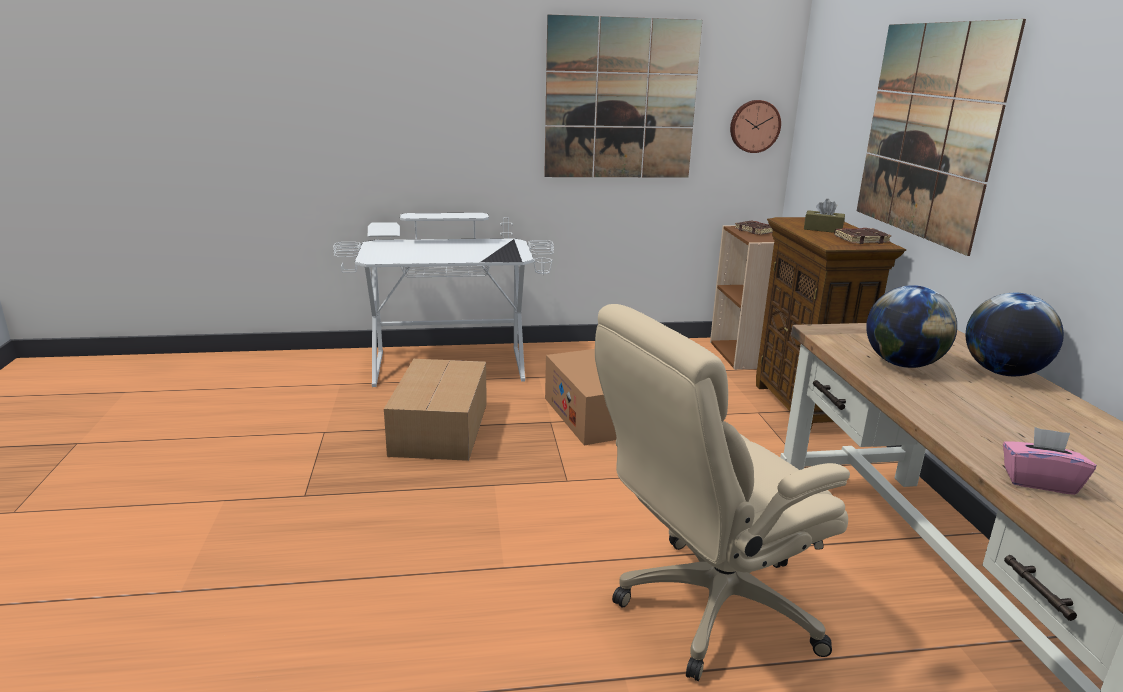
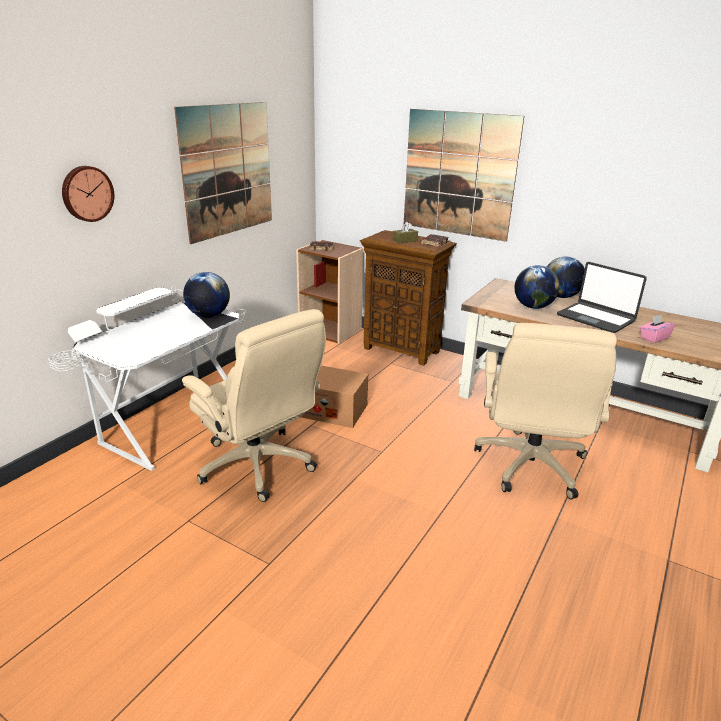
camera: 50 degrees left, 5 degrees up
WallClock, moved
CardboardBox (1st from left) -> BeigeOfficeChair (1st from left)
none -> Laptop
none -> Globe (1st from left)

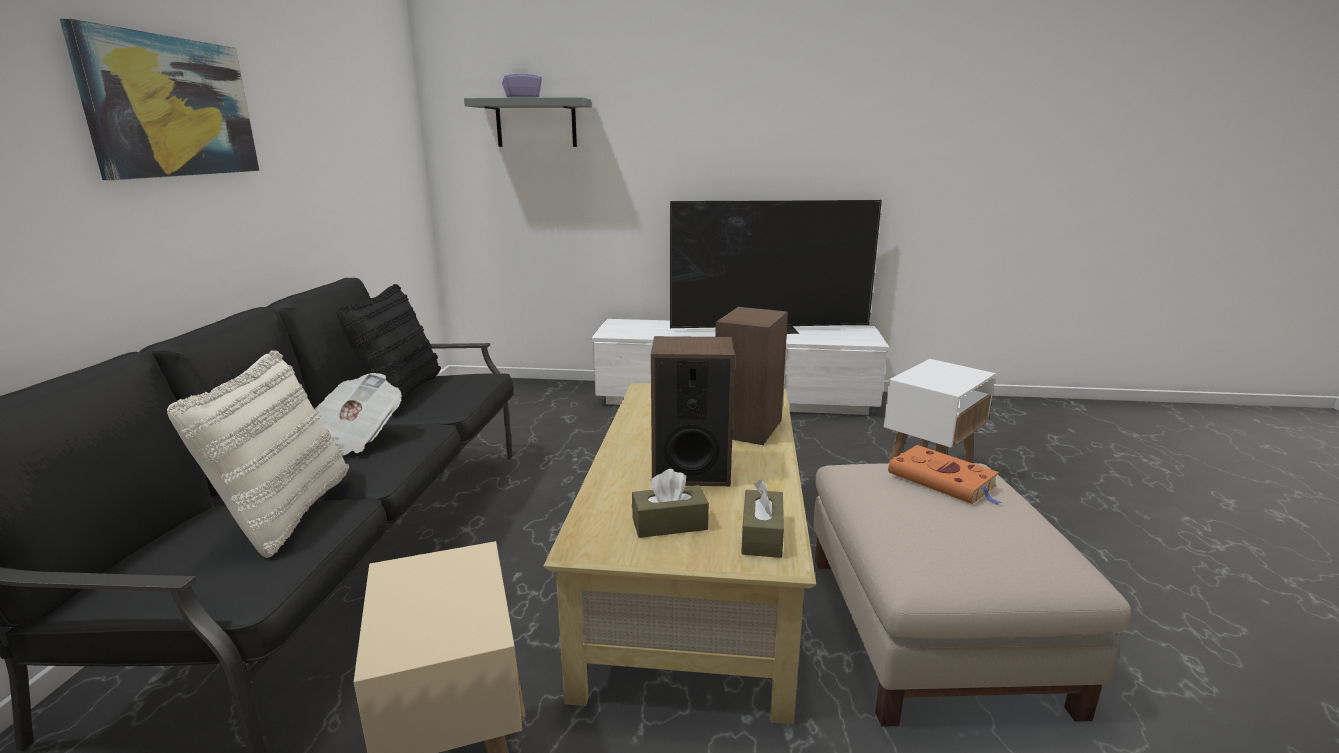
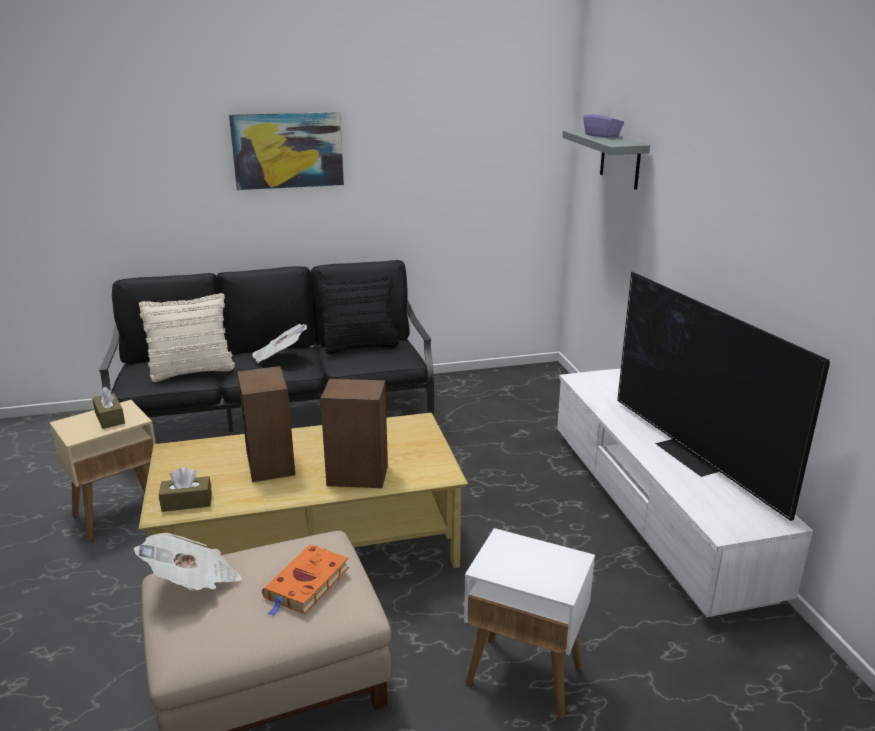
camera: 70 degrees right, 5 degrees up
BrownTissueBox (1st from left), moved
none -> Newspaper (1st from left)

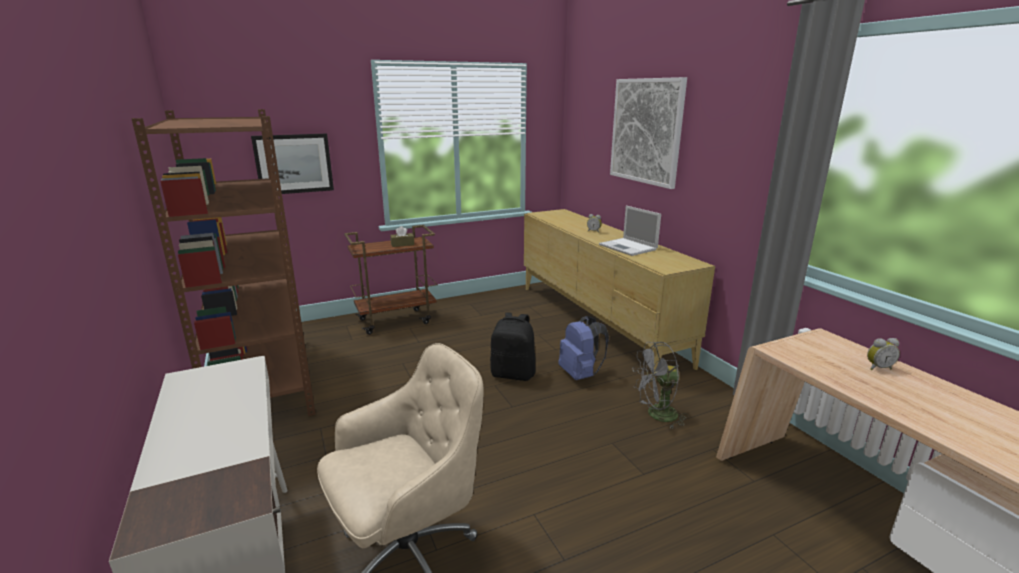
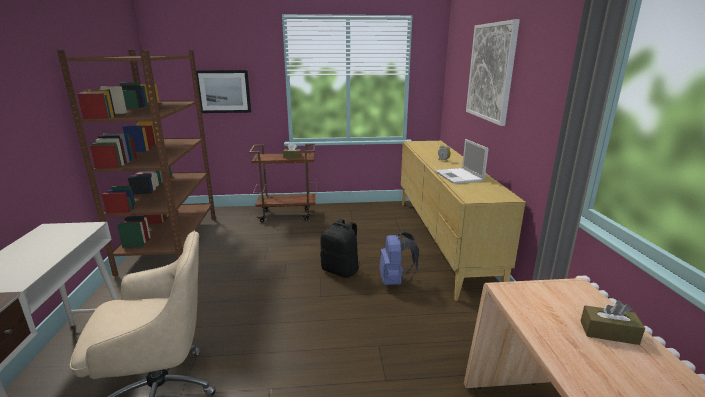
camera: 20 degrees right, 0 degrees up
AlarmClock (2nd from left) -> BrownTissueBox (2nd from left)
GreyFan -> none

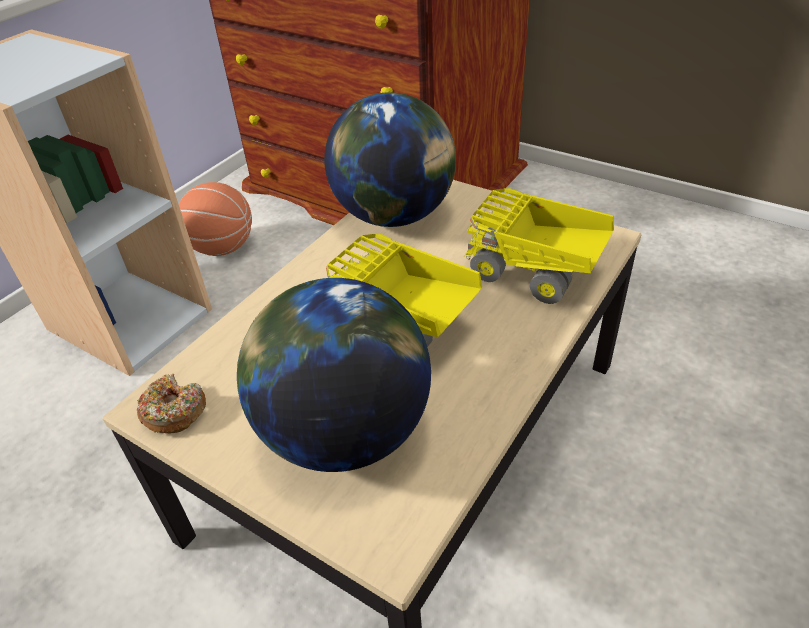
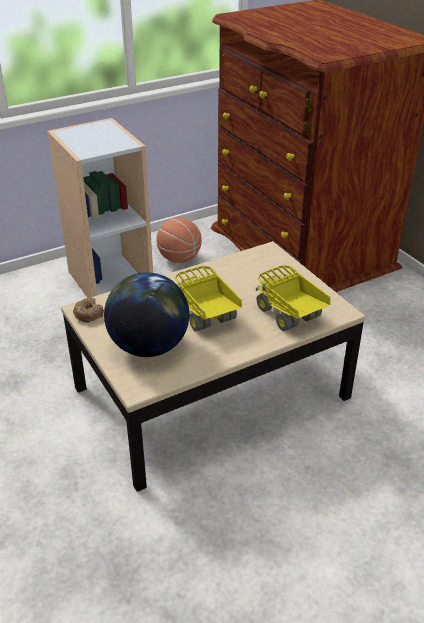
camera: 25 degrees right, 5 degrees down
Globe (2nd from left) -> none

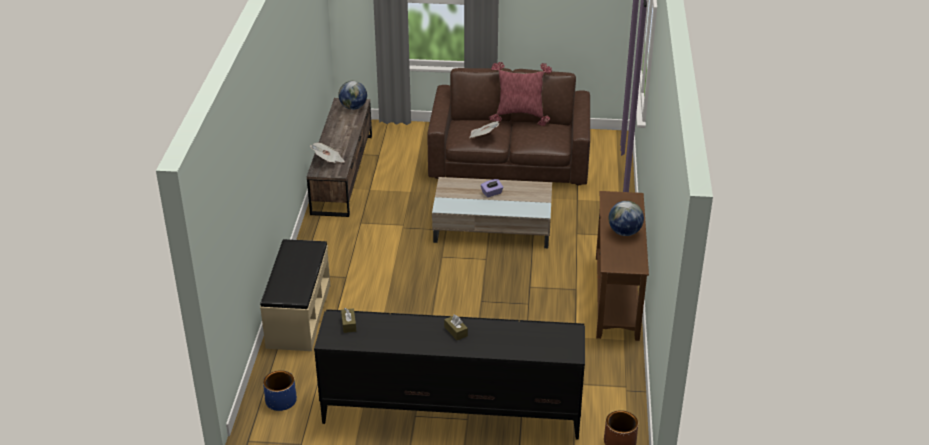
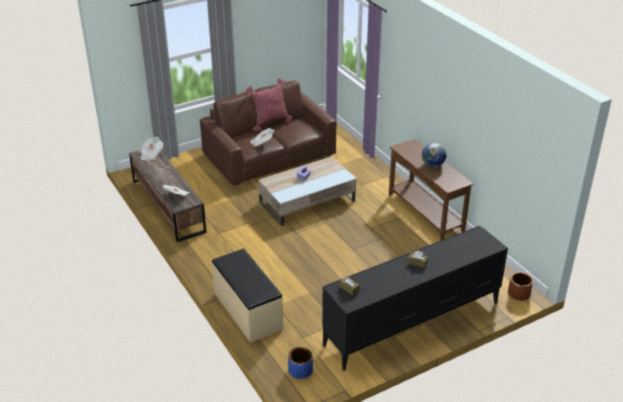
camera: 35 degrees left, 0 degrees up
Globe (1st from left) -> Newspaper (1st from left)

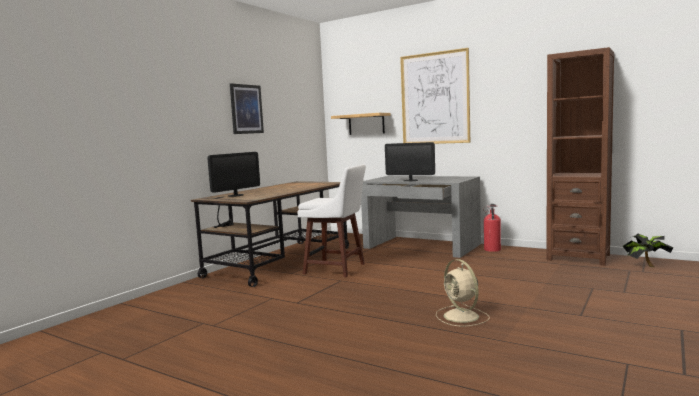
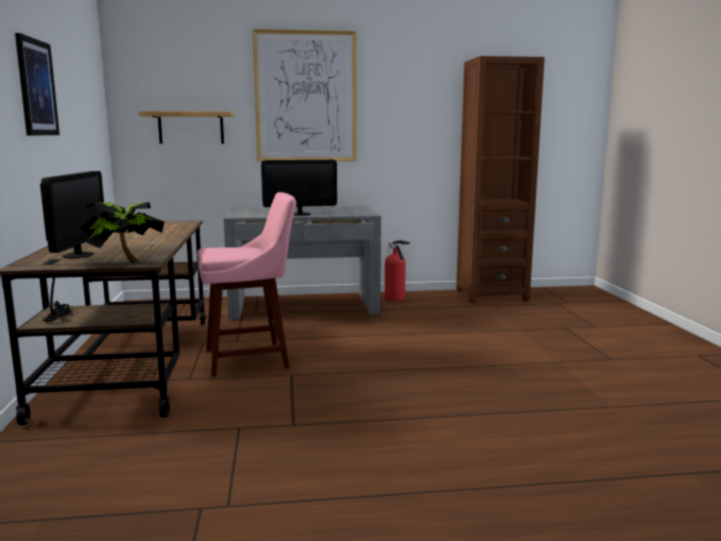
camera: 40 degrees left, 5 degrees up
WhiteStool -> PinkStool
PottedPlant, moved
BeigeFan -> none

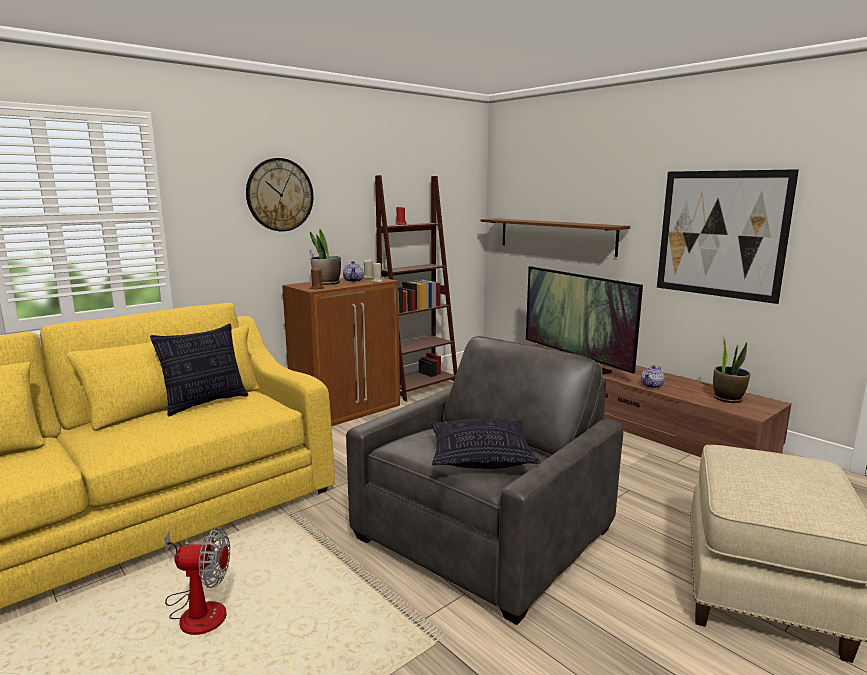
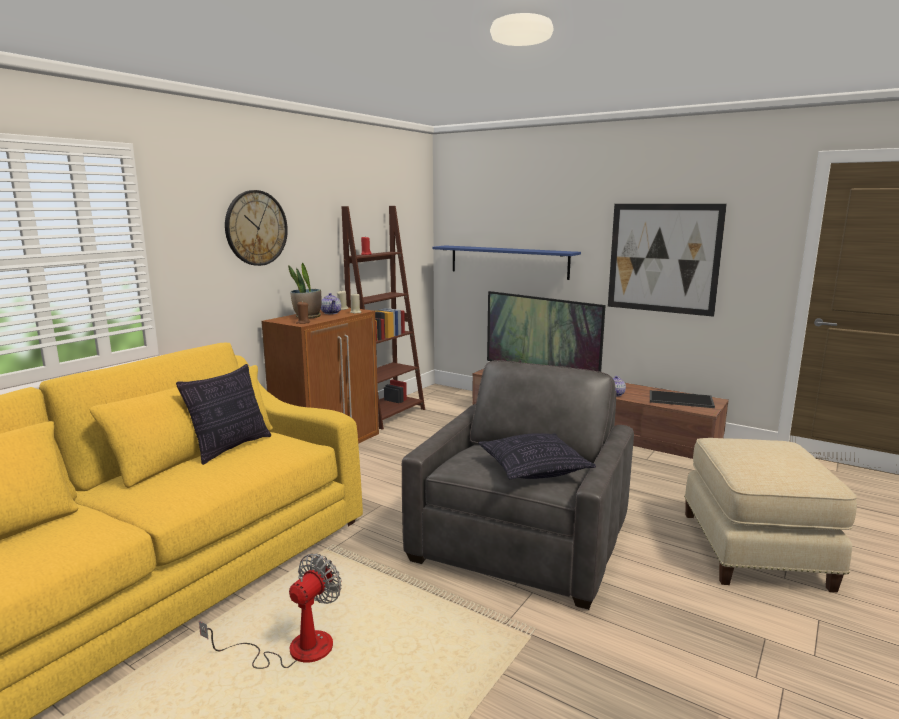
camera: 15 degrees left, 0 degrees up
BrownShelf -> BlueShelf
PottedPlant (2nd from left) -> Tray
Fan, 45 degrees counterclockwise

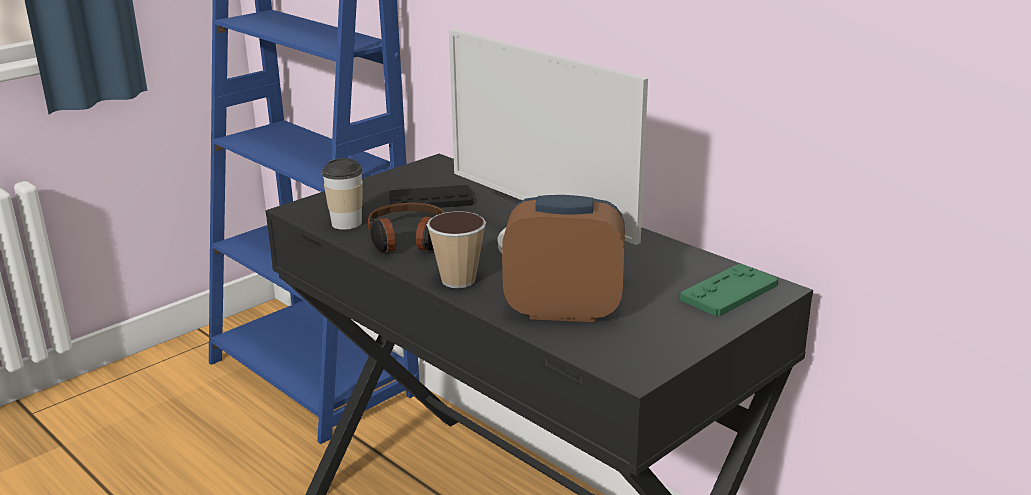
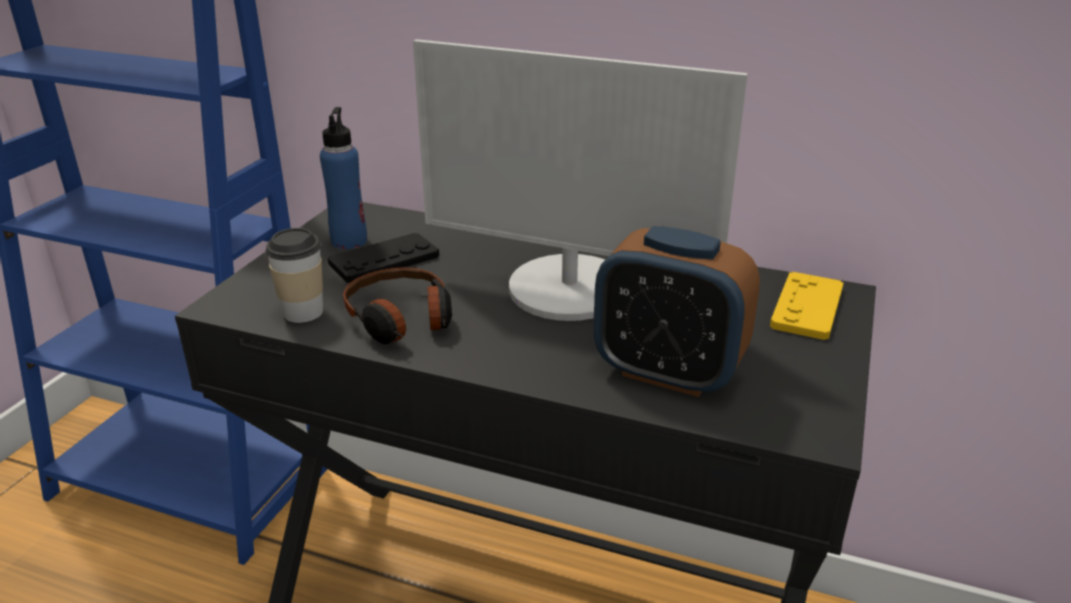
camera: 25 degrees left, 5 degrees up
AlarmClock, 135 degrees counterclockwise
Cup (2nd from left) -> none
GreenGameController -> YellowGameController
none -> BlueBottle

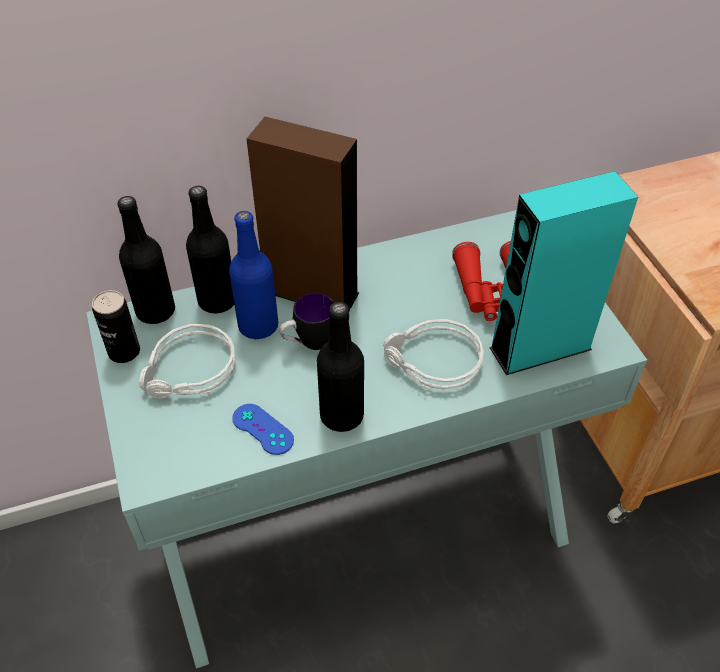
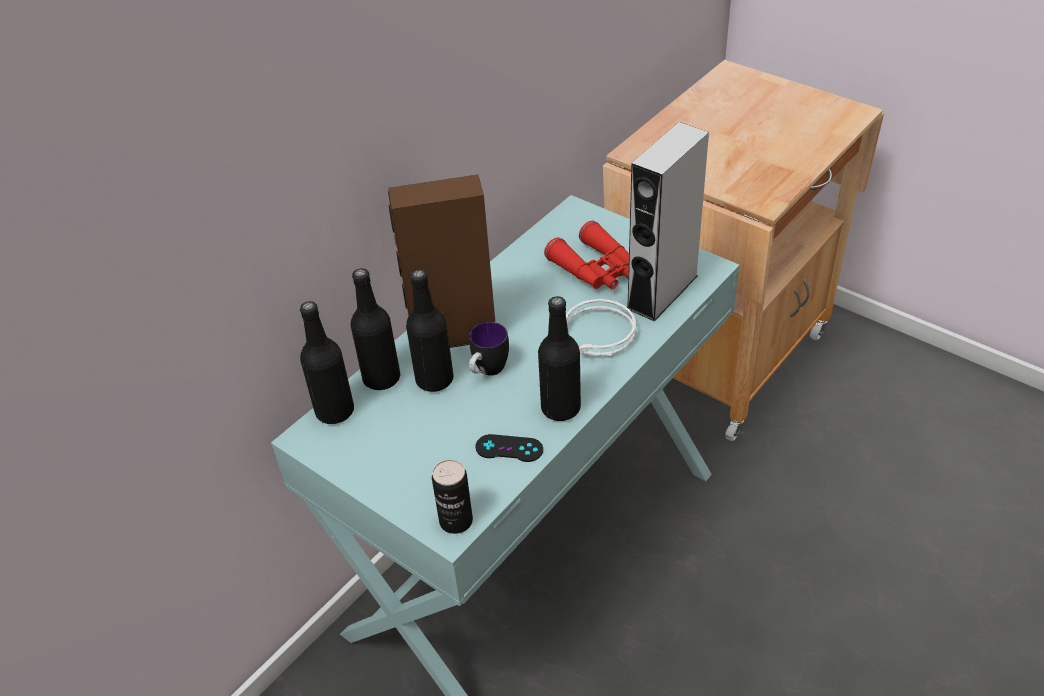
camera: 30 degrees left, 5 degrees down
TurquoiseSpeaker -> GreySpeaker
BlueBottle -> BlackBottle (3rd from left)
Can, moved
WhiteHeadphones (1st from left) -> none
BlueGameController -> BlackGameController

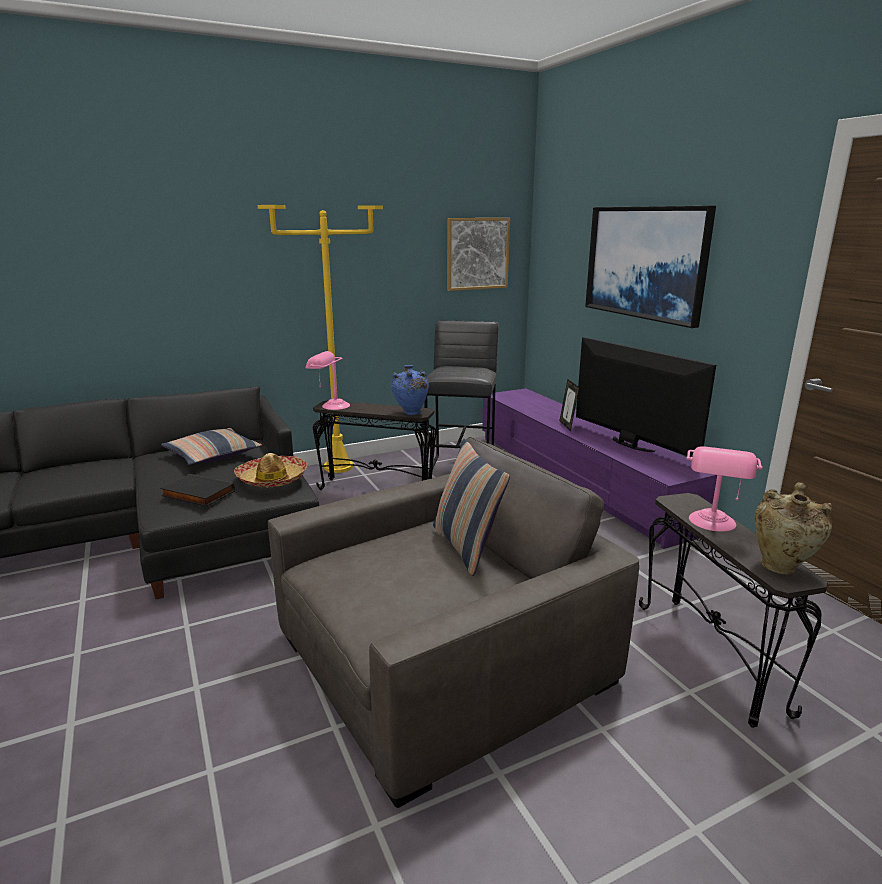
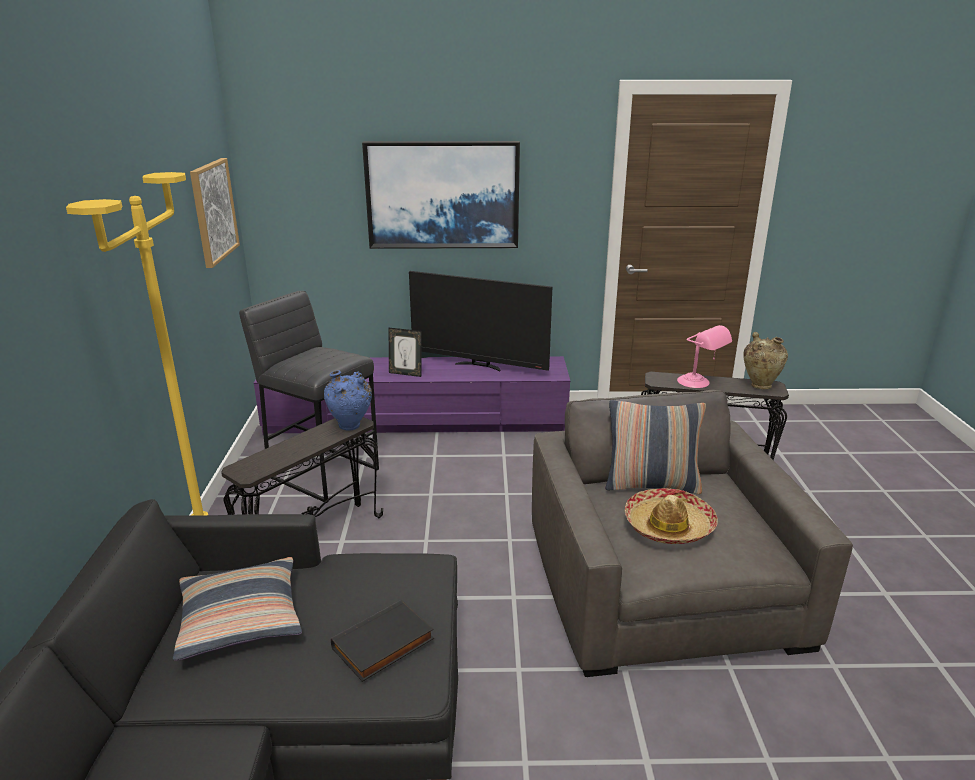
camera: 65 degrees left, 5 degrees up
Television, 150 degrees counterclockwise
PinkTableLamp (1st from left) -> none
Hat, moved

